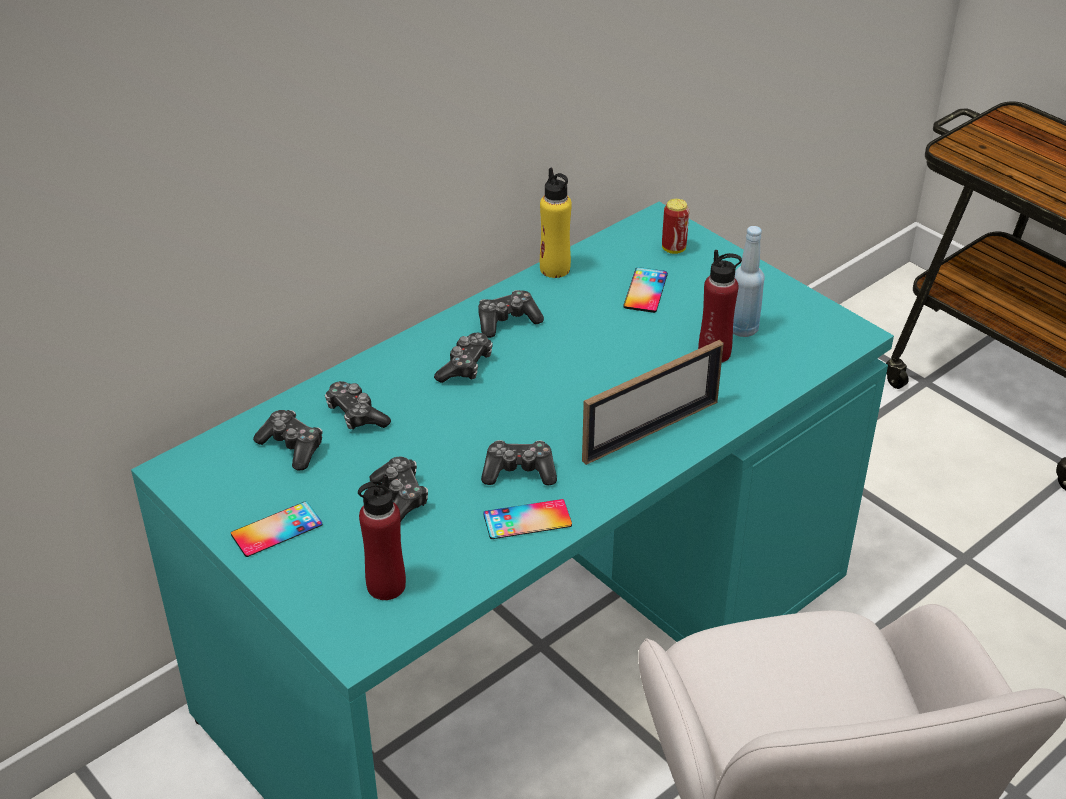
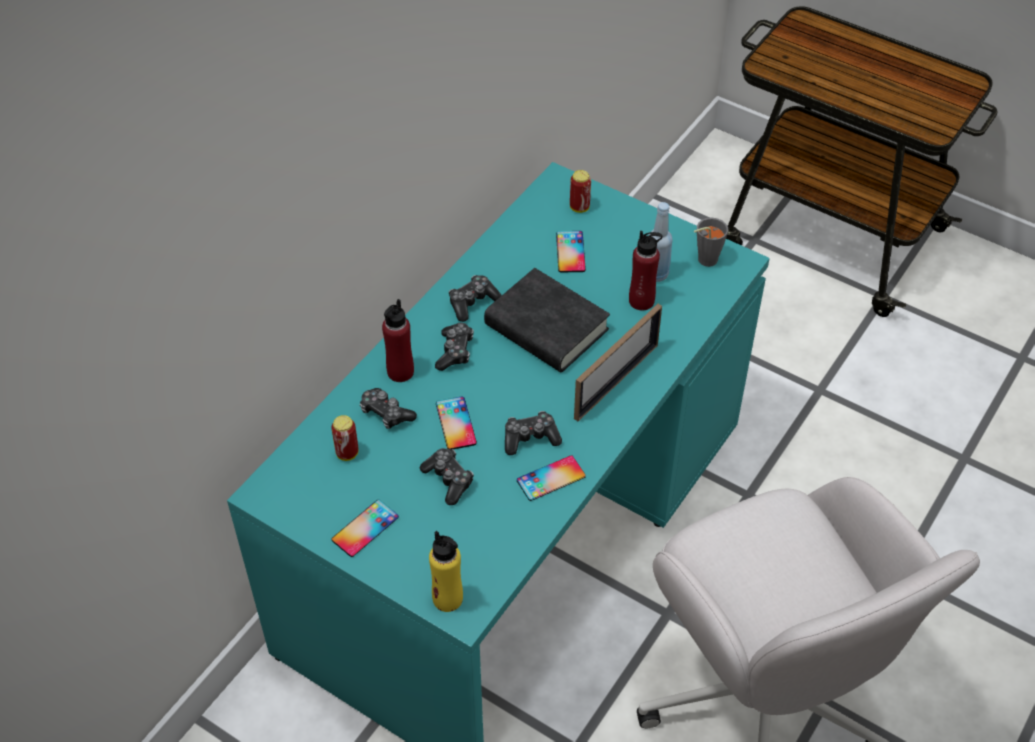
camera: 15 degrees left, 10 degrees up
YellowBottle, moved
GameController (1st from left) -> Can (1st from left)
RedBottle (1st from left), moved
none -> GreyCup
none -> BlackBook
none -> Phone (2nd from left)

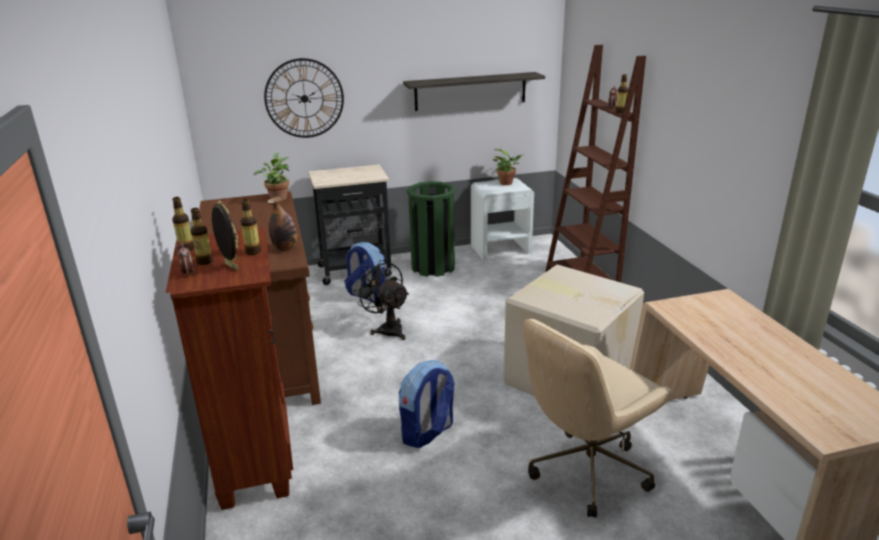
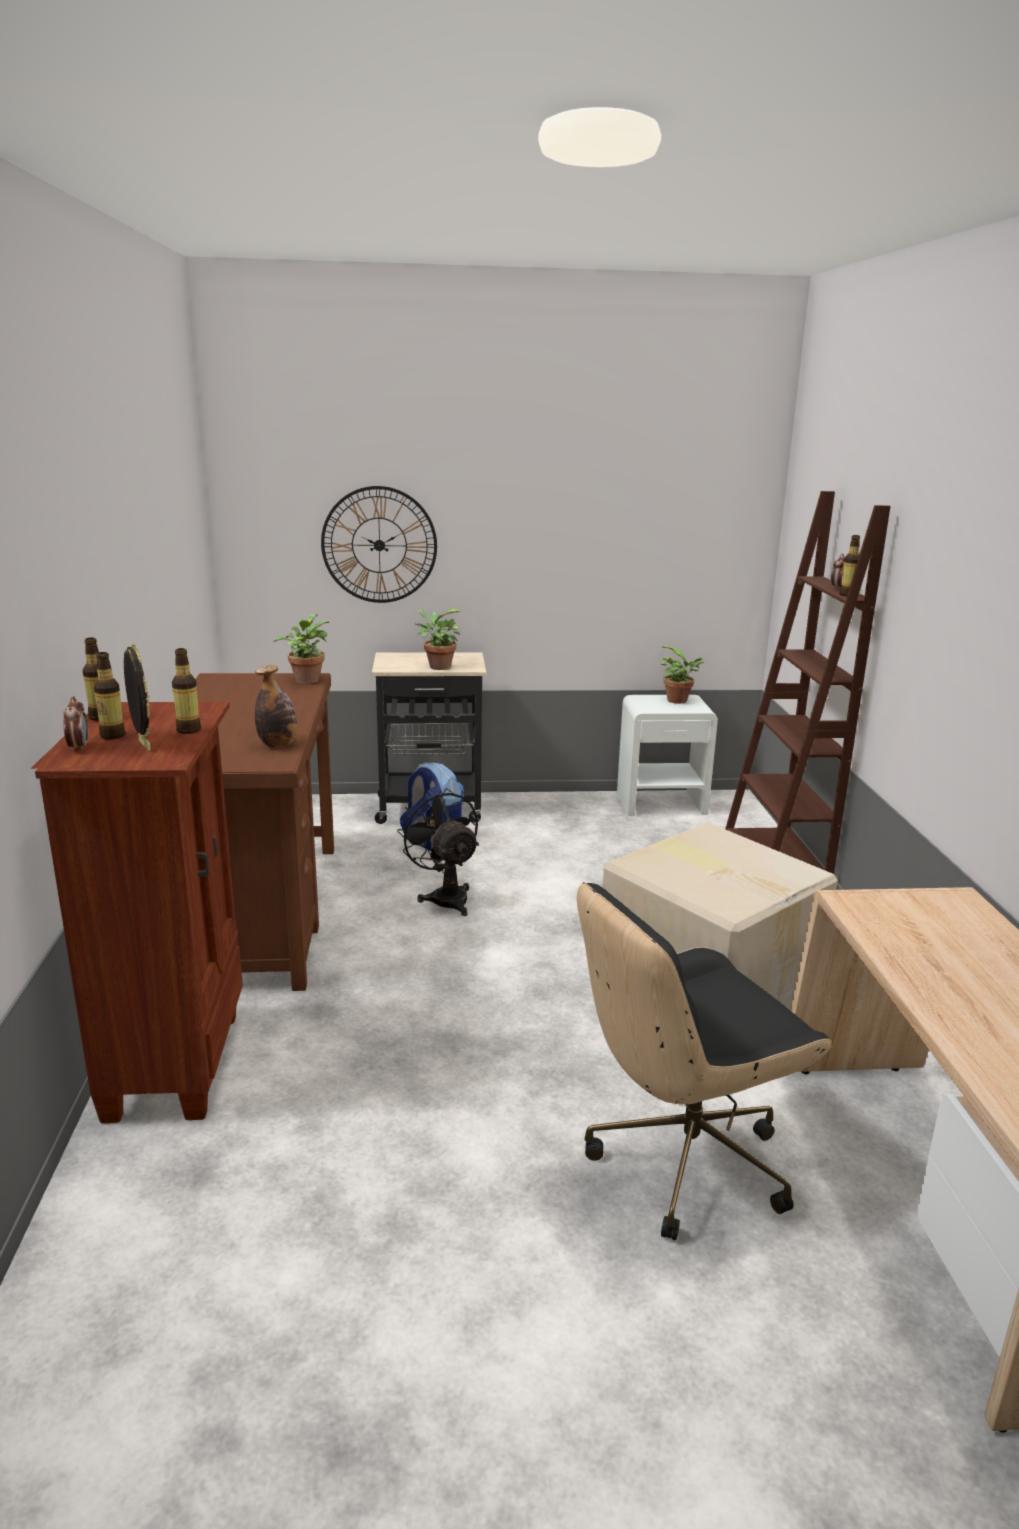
camera: 10 degrees right, 5 degrees down
Shelf -> none
GreenTrashCan -> none
BeigeOfficeChair -> BlackOfficeChair
Backpack (2nd from left) -> none
none -> PottedPlant (2nd from left)

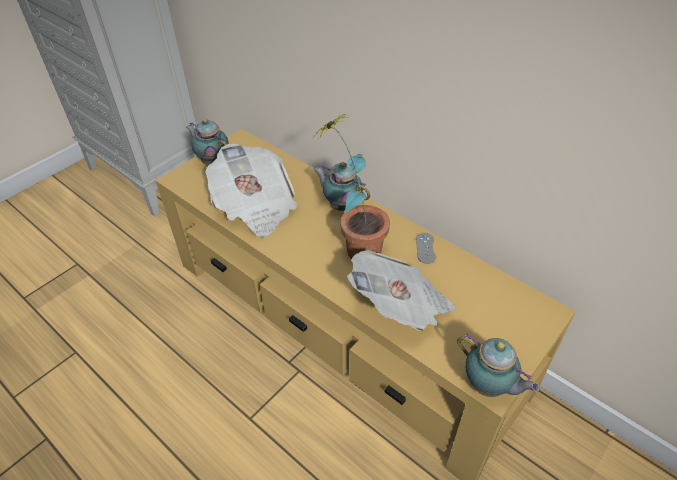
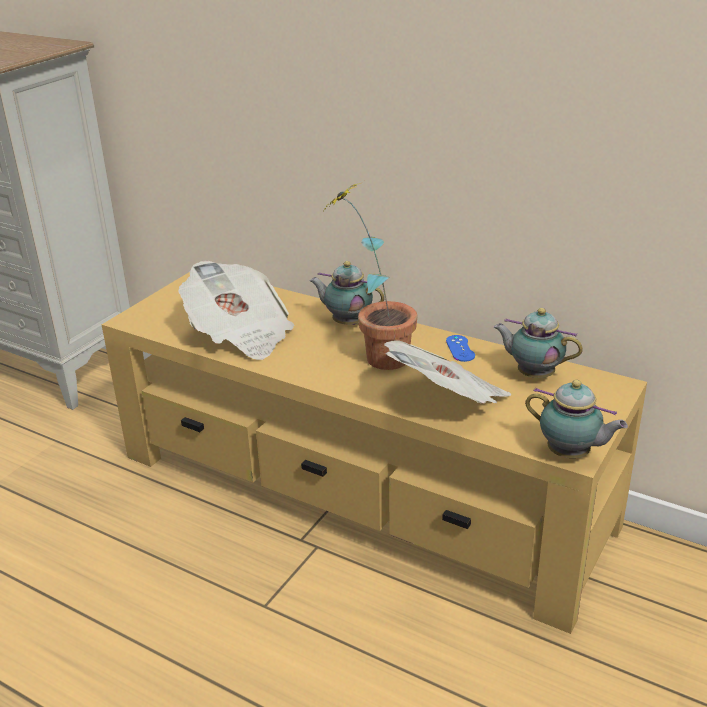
camera: 10 degrees left, 15 degrees down
Teapot (1st from left in the first image) -> Teapot (2nd from left), moved
GreyGameController -> BlueGameController

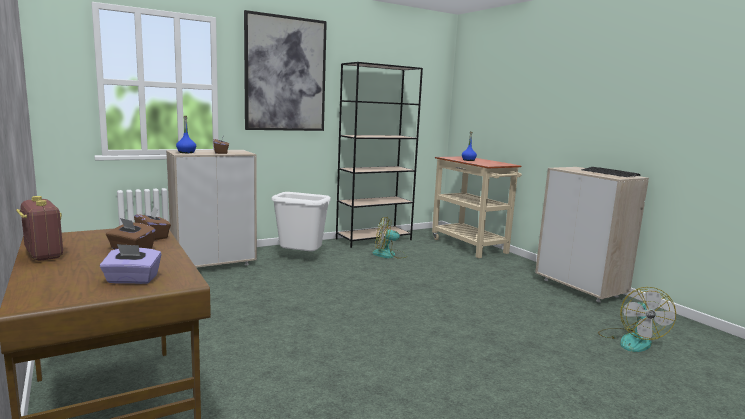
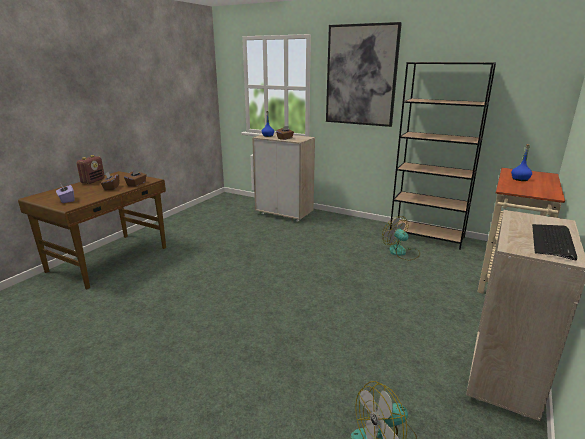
camera: 60 degrees right, 10 degrees up
WhiteTrashCan -> none

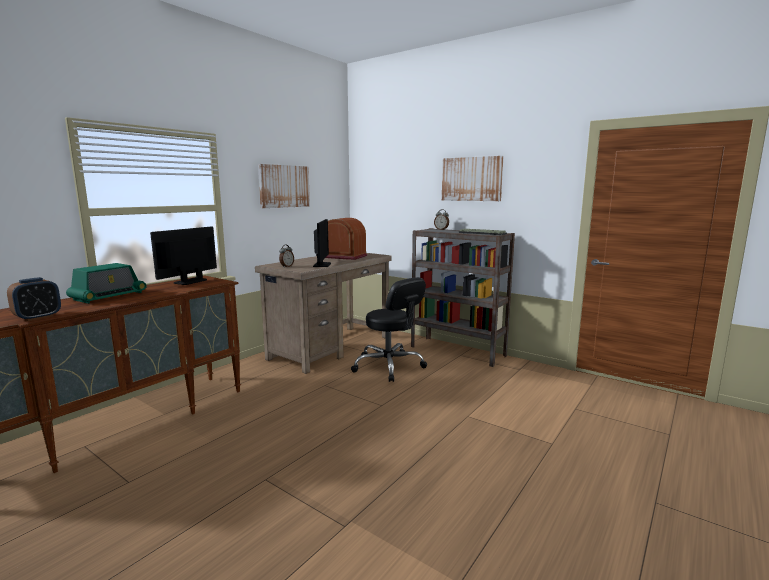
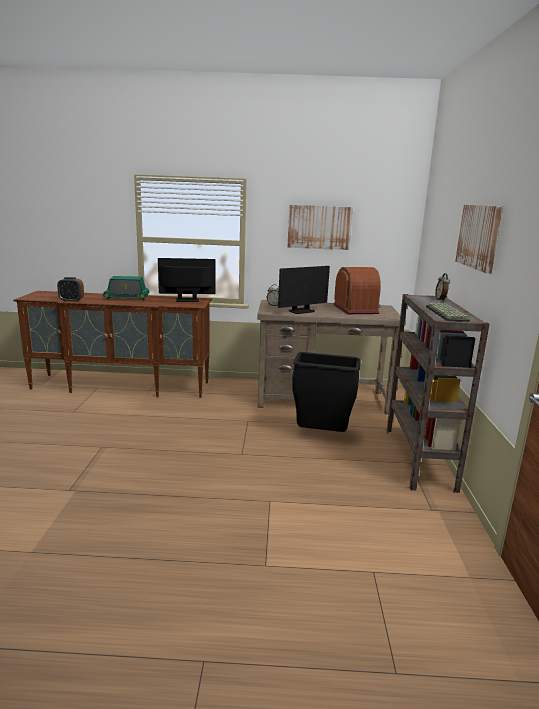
camera: 55 degrees right, 5 degrees up
BlackOfficeChair -> BlackTrashCan

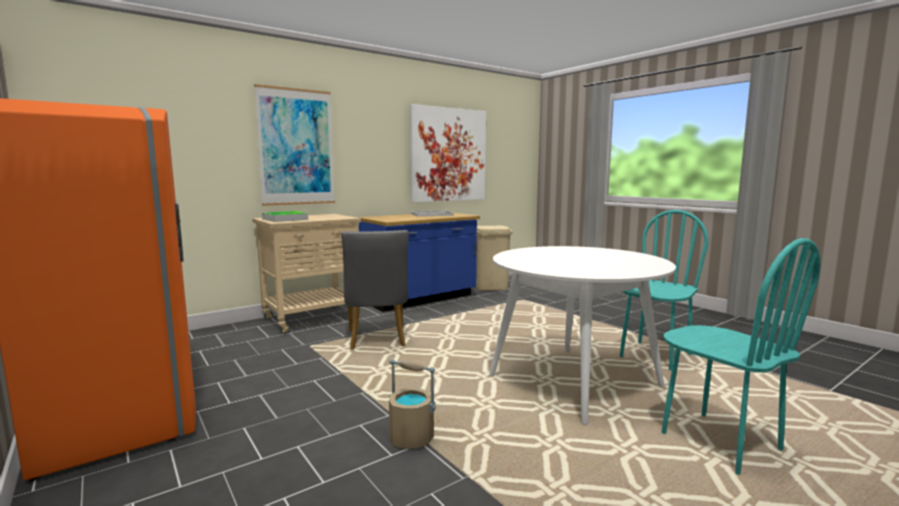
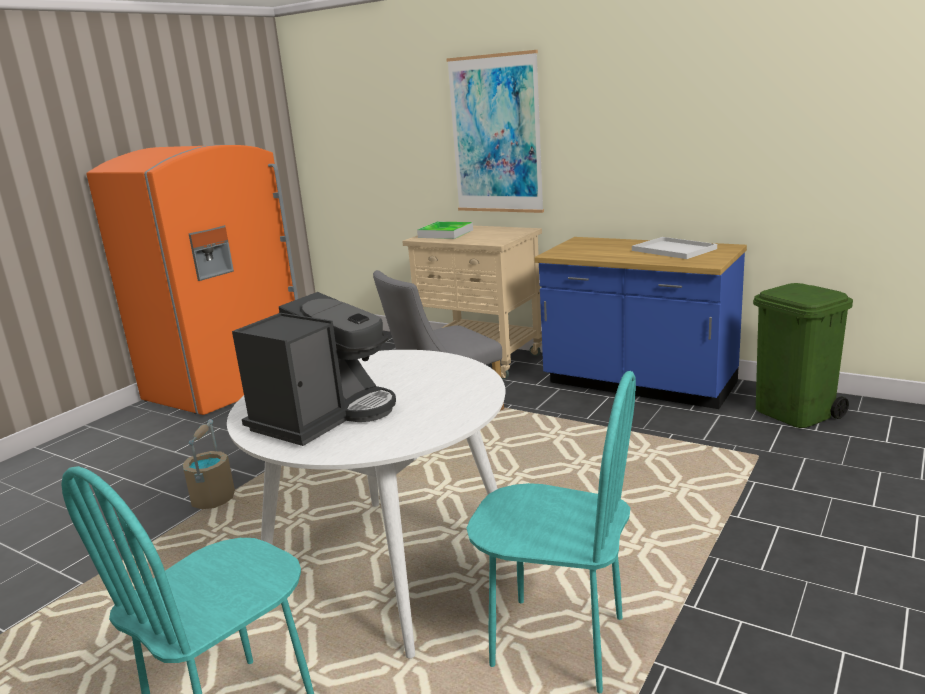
camera: 70 degrees right, 10 degrees up
Picture (2nd from left) -> none
BeigeTrashCan -> GreenTrashCan
none -> CoffeeMachine

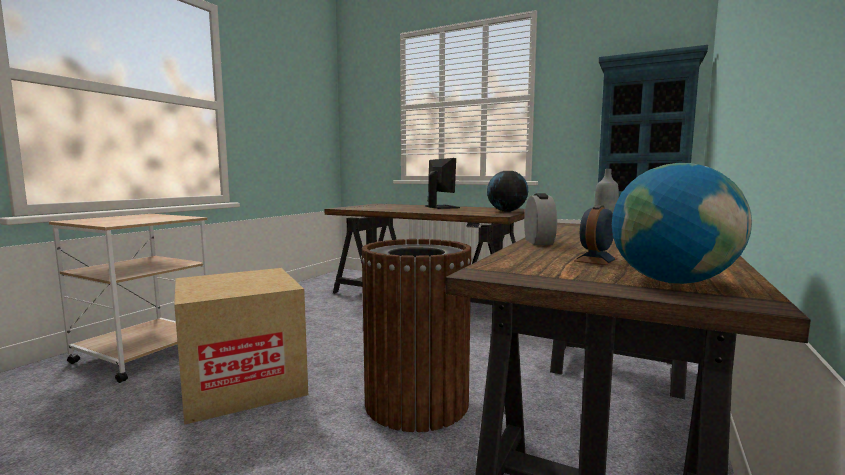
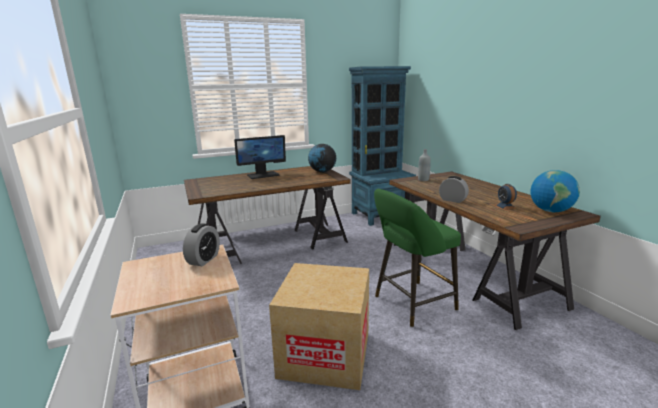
camera: 50 degrees left, 10 degrees up
Monitor, 135 degrees clockwise
BrownTrashCan -> GreenStool
none -> AlarmClock (1st from left)

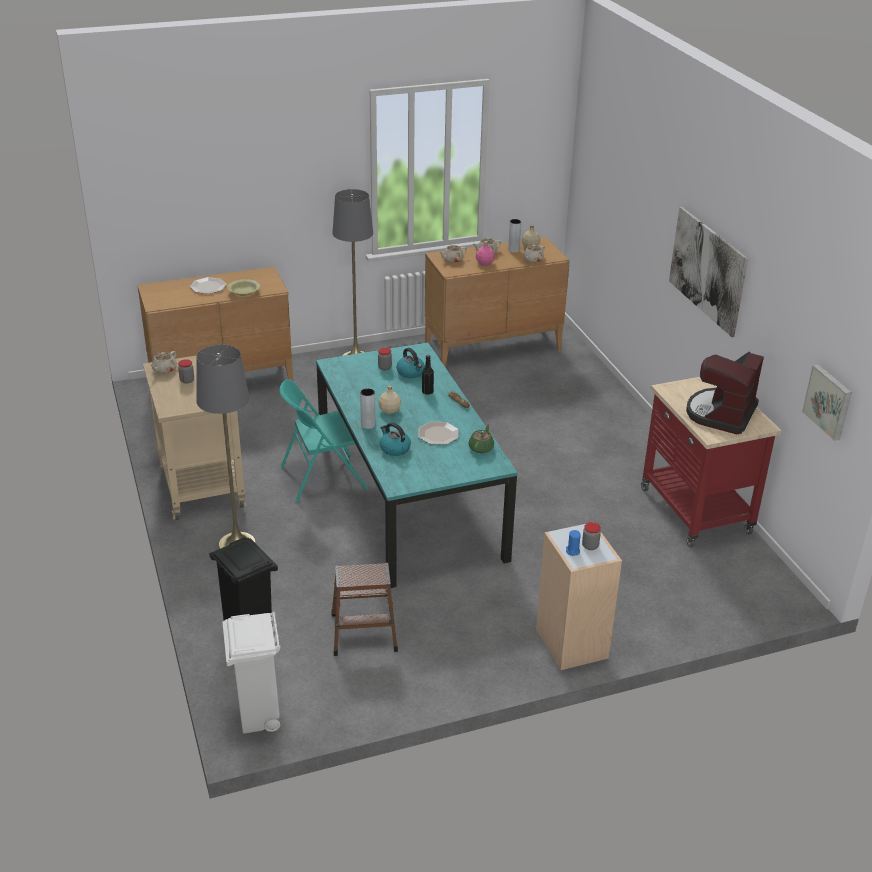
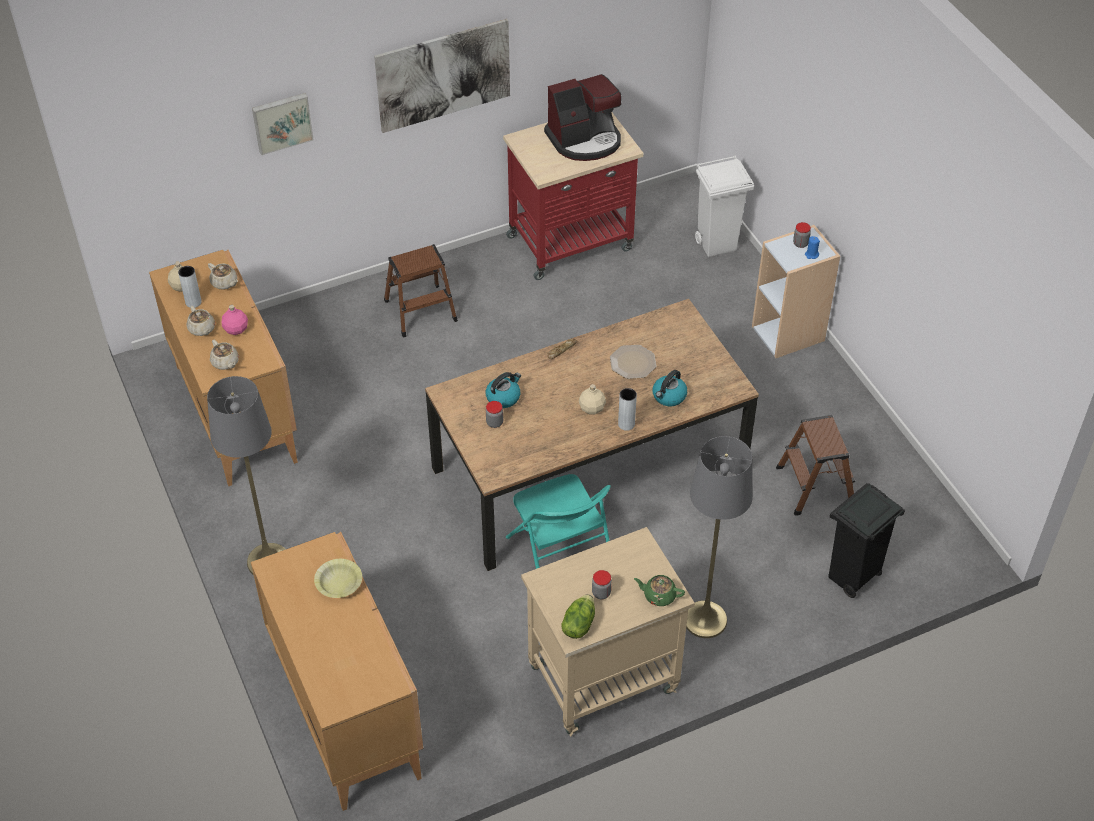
camera: 95 degrees left, 15 degrees up
Plate (1st from left) -> none
TurquoiseDiningTable -> BrownDiningTable
BeigeTeapot (1st from left) -> Lettuce
CoffeeMachine, 45 degrees counterclockwise
BlackBottle -> none
Picture (2nd from left in the first image) -> Picture (1st from left), moved
GreenTeapot, moved
WhiteTrashCan, moved
none -> BrownStepLadder (1st from left)

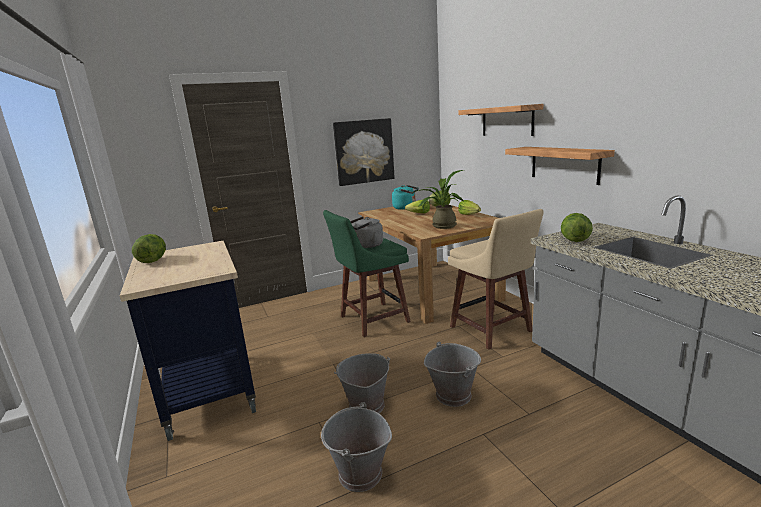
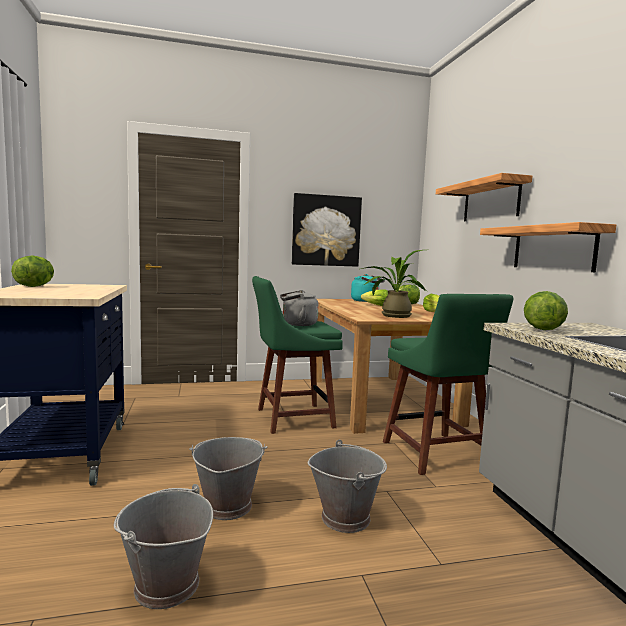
camera: 10 degrees right, 10 degrees down
BeigeStool -> GreenStool (2nd from left)

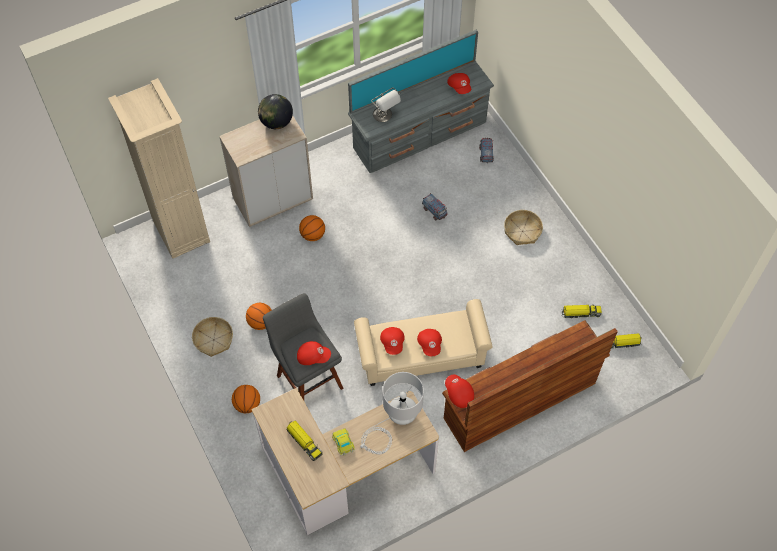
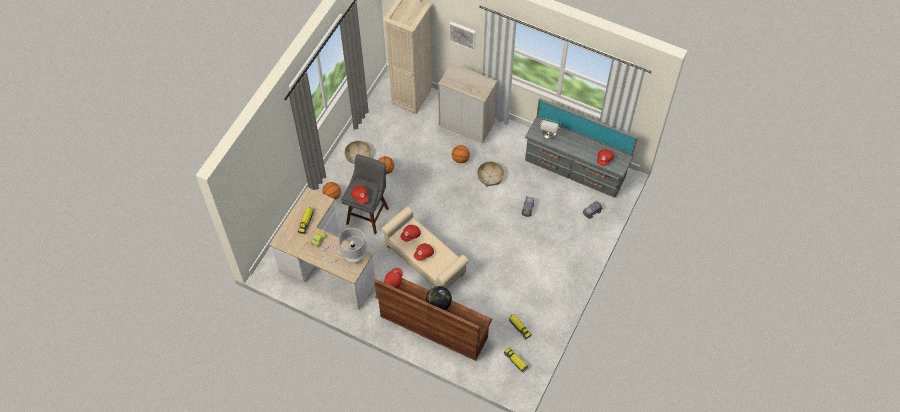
camera: 55 degrees right, 0 degrees up
Globe, moved
Basket (2nd from left), moved
none -> Picture

